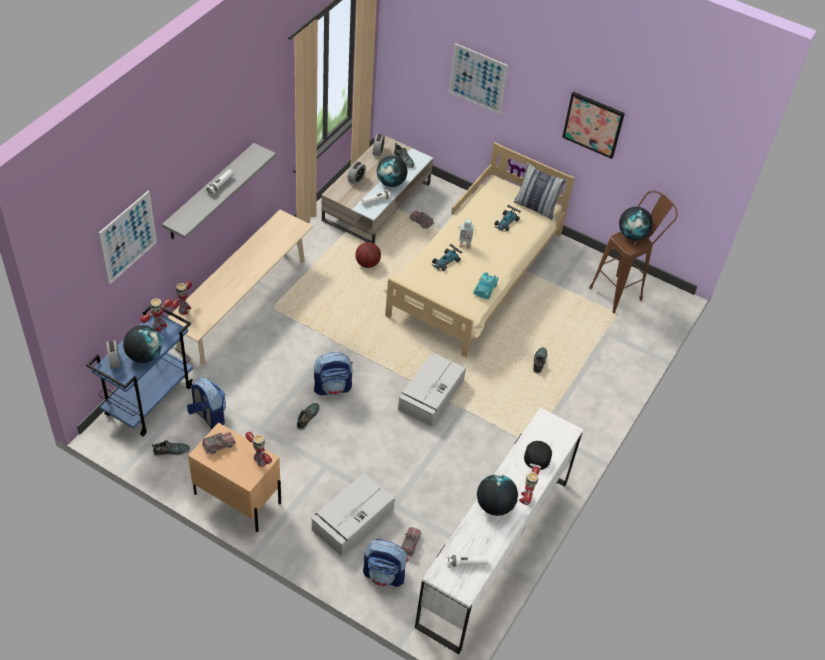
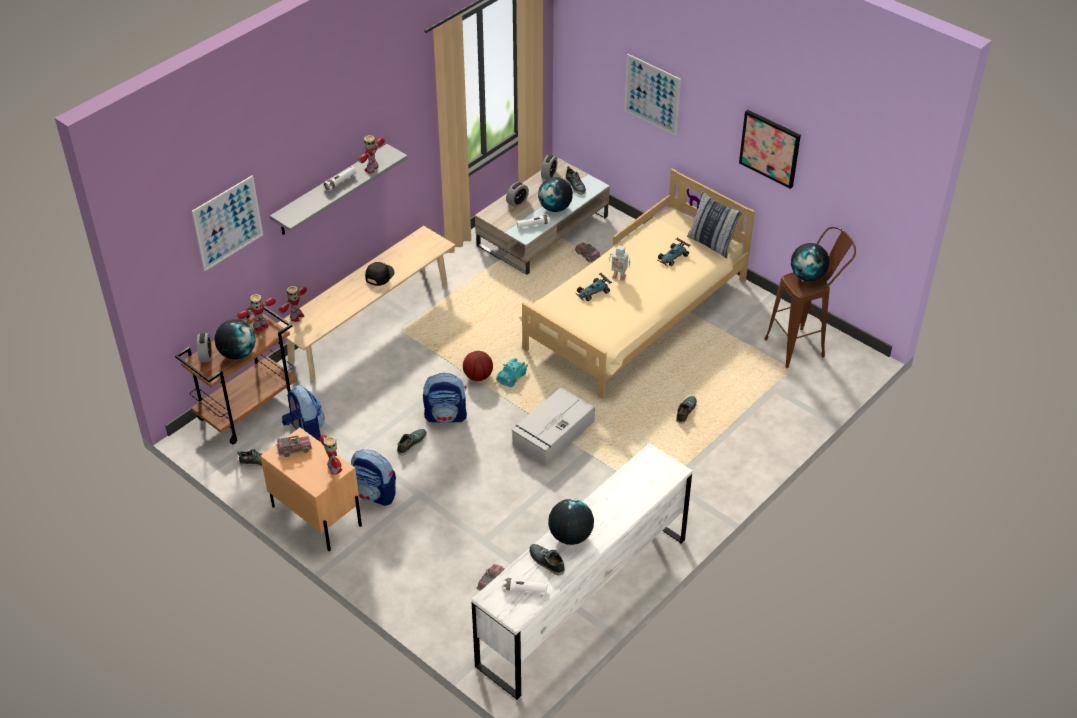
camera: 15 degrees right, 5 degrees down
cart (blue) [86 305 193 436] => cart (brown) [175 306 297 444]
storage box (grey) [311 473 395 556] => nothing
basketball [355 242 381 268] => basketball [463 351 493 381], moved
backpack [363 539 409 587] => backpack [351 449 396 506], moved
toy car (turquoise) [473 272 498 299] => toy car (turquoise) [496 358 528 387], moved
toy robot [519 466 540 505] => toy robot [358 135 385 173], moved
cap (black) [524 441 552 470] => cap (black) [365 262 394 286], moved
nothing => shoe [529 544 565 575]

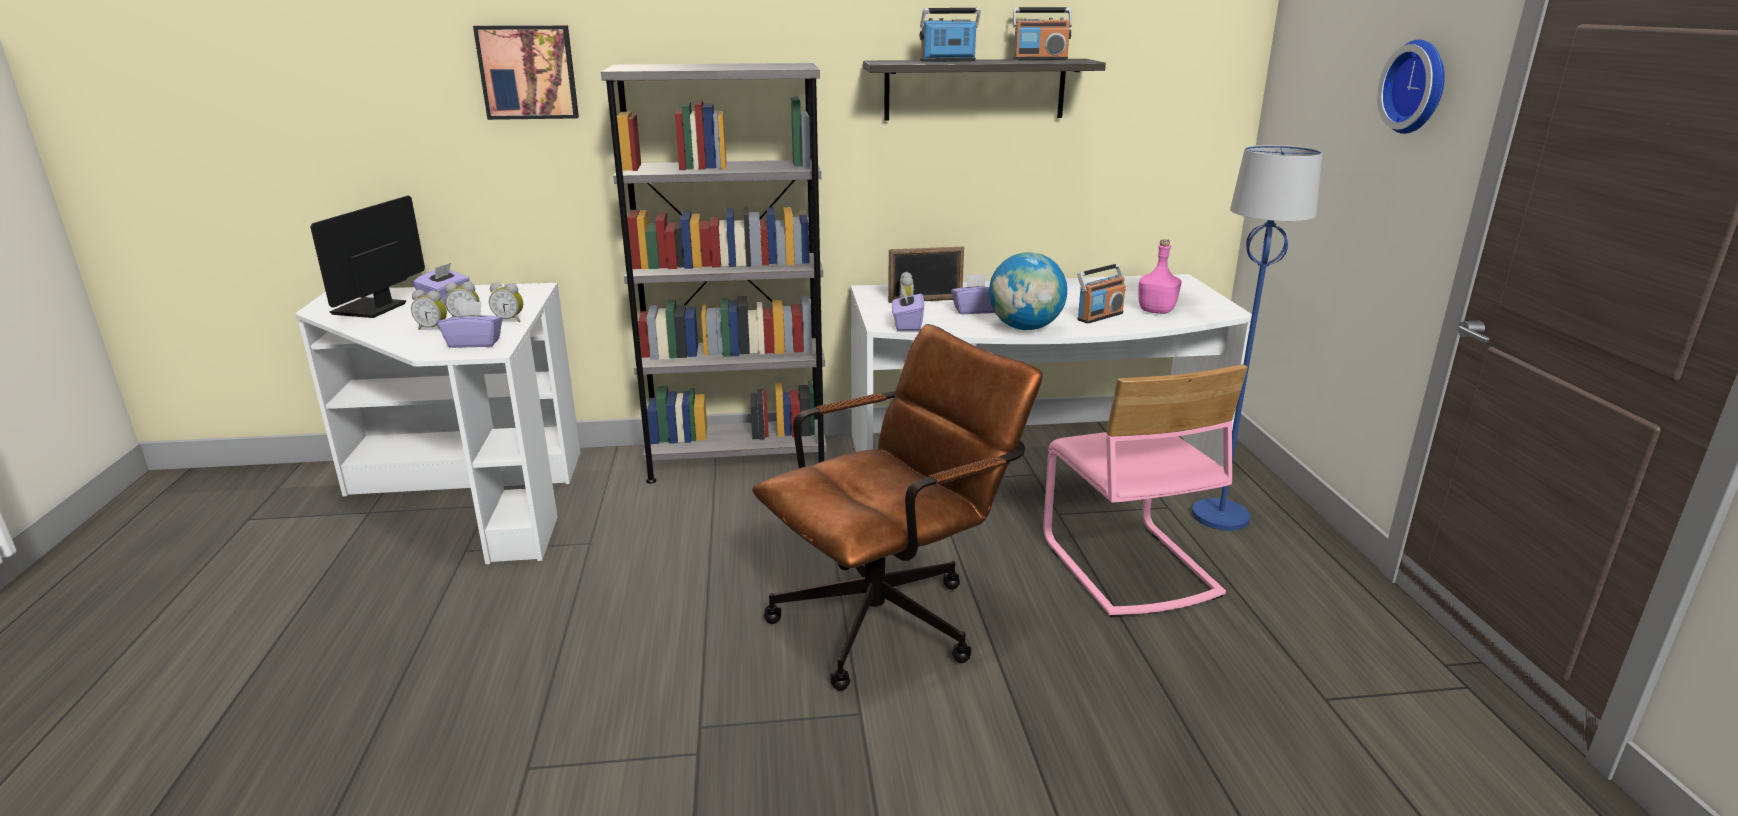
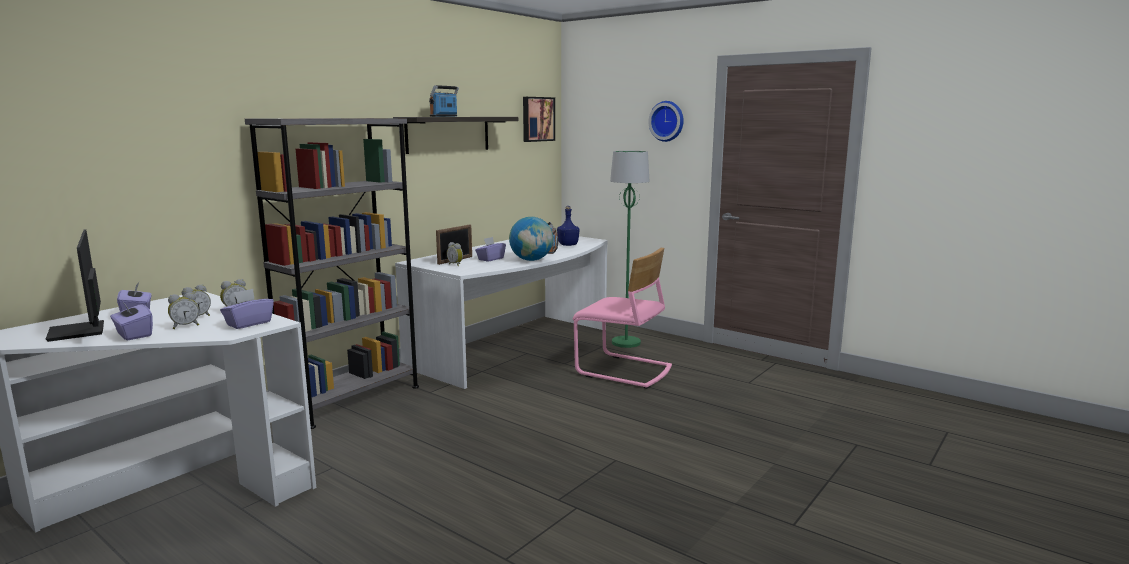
camera: 45 degrees left, 10 degrees down
picture [473 25 579 120] => picture [523 97 555 142], moved
office chair (brown) [752 324 1043 691] => nothing
tissue box (purple) [892 287 924 331] => tissue box (purple) [110 299 153 340], moved
radio [1013 7 1072 60] => nothing
bottle (pink) [1138 239 1181 314] => bottle (blue) [557 206 579 246]
floor lamp (blue) [1192 145 1322 531] => floor lamp (green) [610 151 650 348]

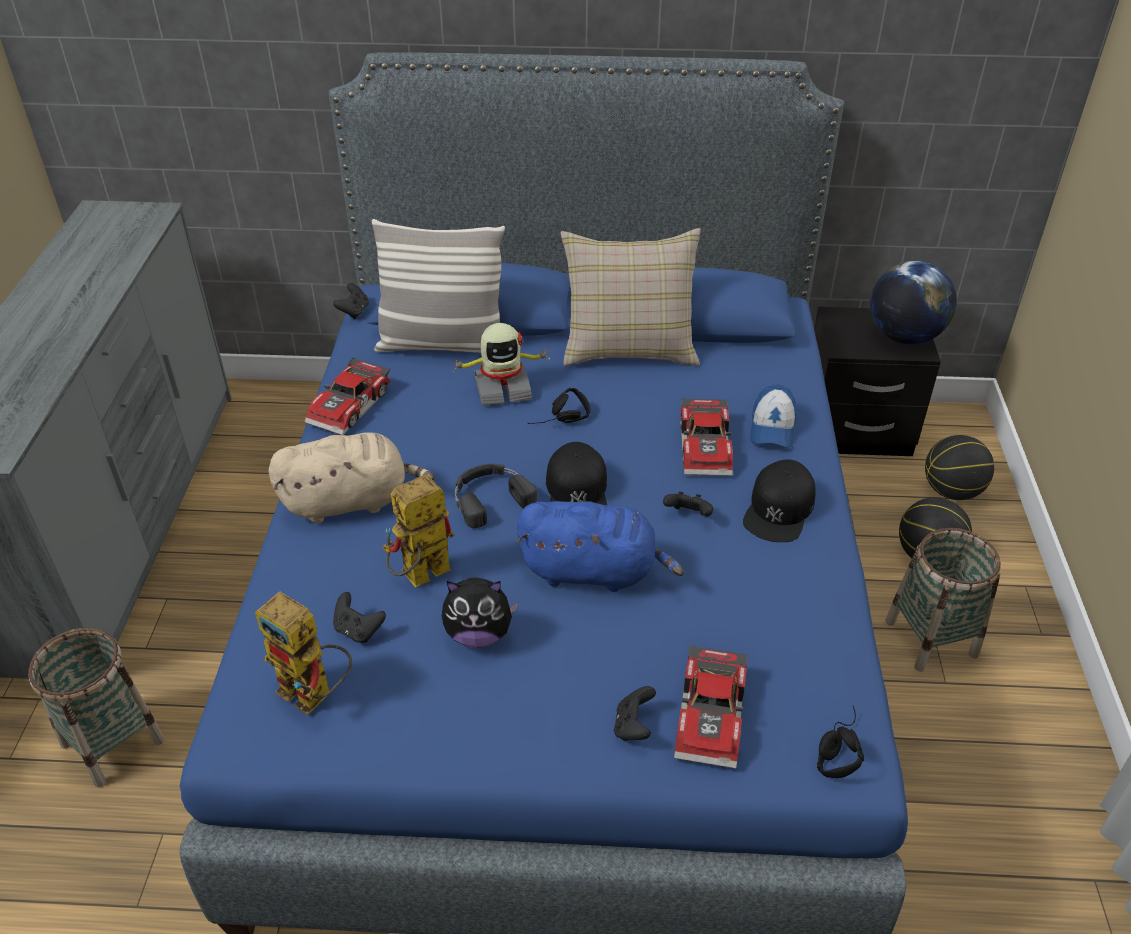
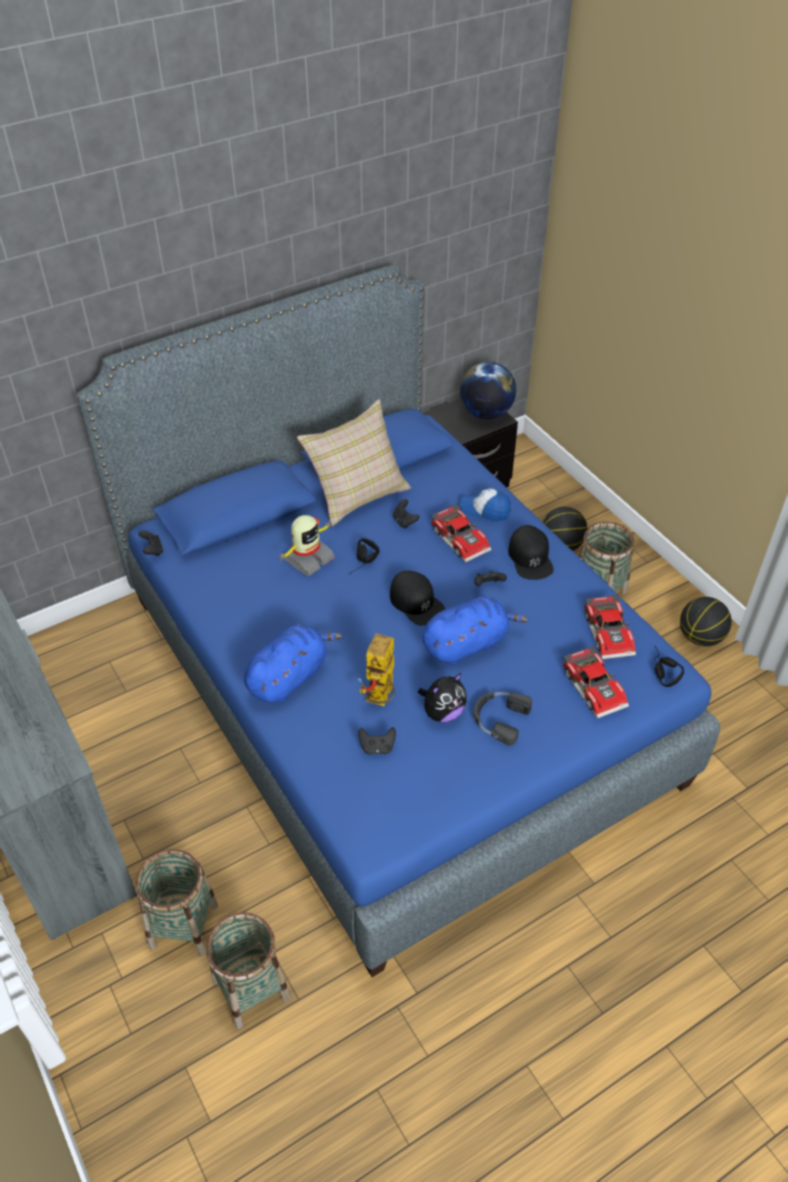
camera: 35 degrees left, 5 degrees up
toy robot [255 591 352 715] => nothing
plush toy (beige) [268 432 435 524] => plush toy (blue) [244 624 342 703]
toy car [304 357 390 435] => toy car [584 594 636 660], moved
pillow [372 219 505 353] => nothing
headphones (black) [455 464 537 528] => headphones (black) [474 692 532 746], moved
game controller (black) [614 686 656 741] => game controller (black) [393 499 419 528], moved
cap [750 385 797 448] => cap [460 489 511 522], 135 degrees clockwise
basketball [925 435 994 500] => basketball [680 597 732 646], moved
nothing => basket [206 912 290 1029]

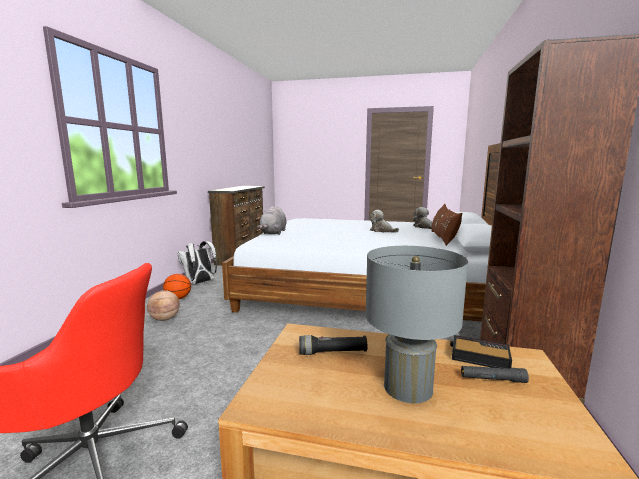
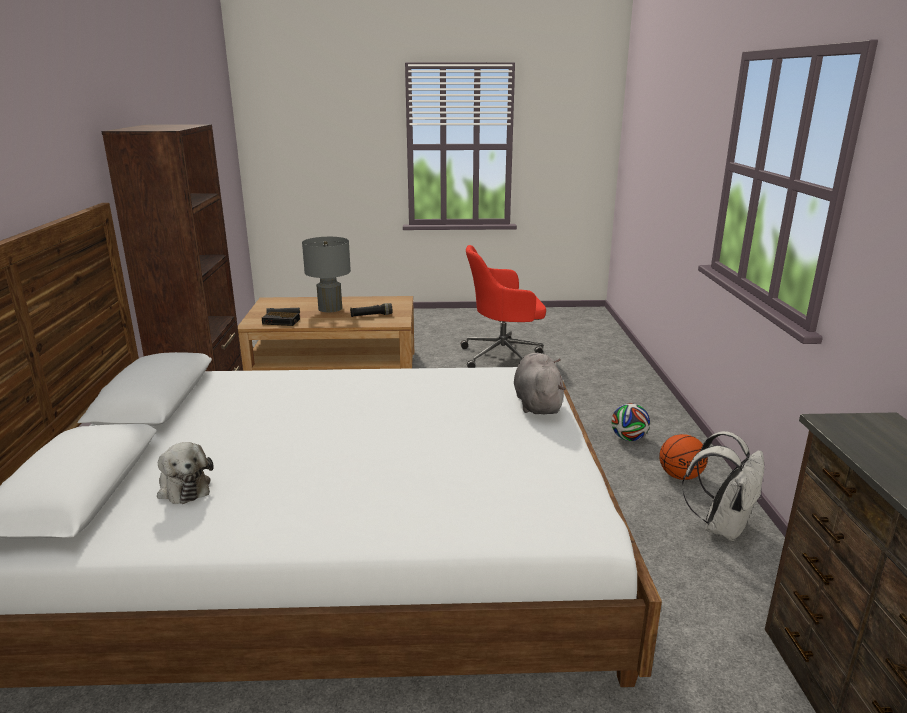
camera: 165 degrees right, 10 degrees up
basketball [147 290 180 321] => football [611 403 650 441]
plush toy [370 210 399 233] => nothing
pillow (brown) [431 204 462 246] => nothing

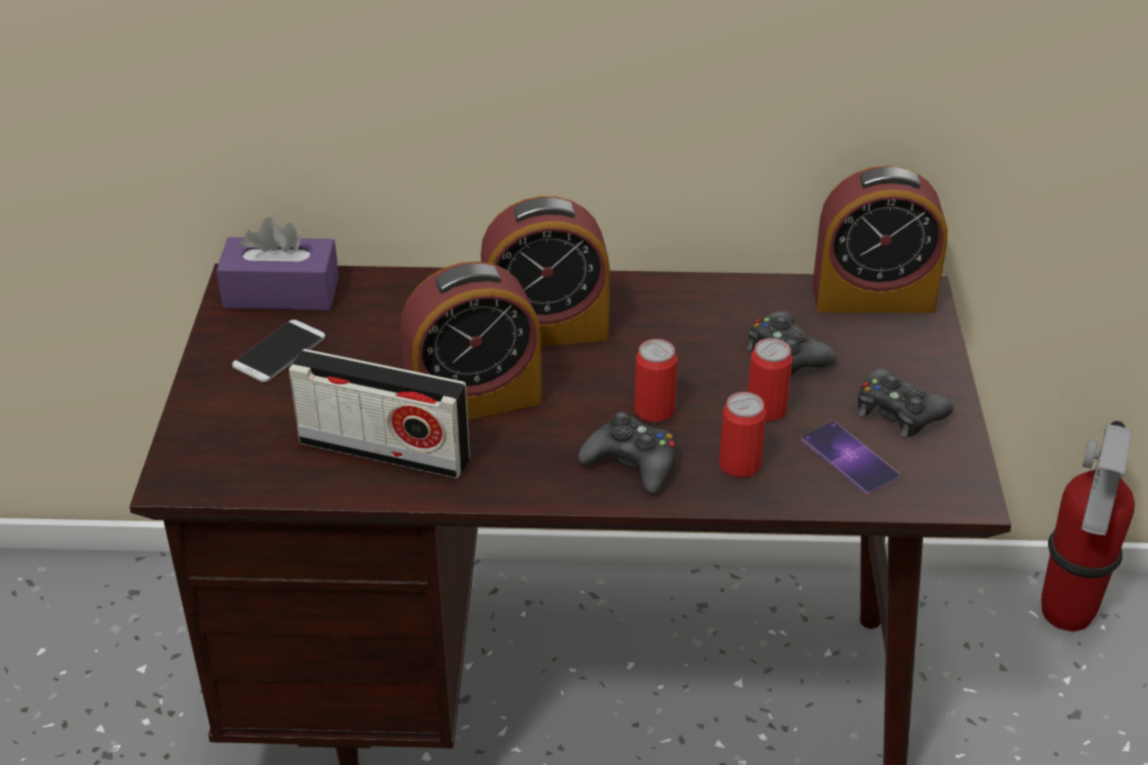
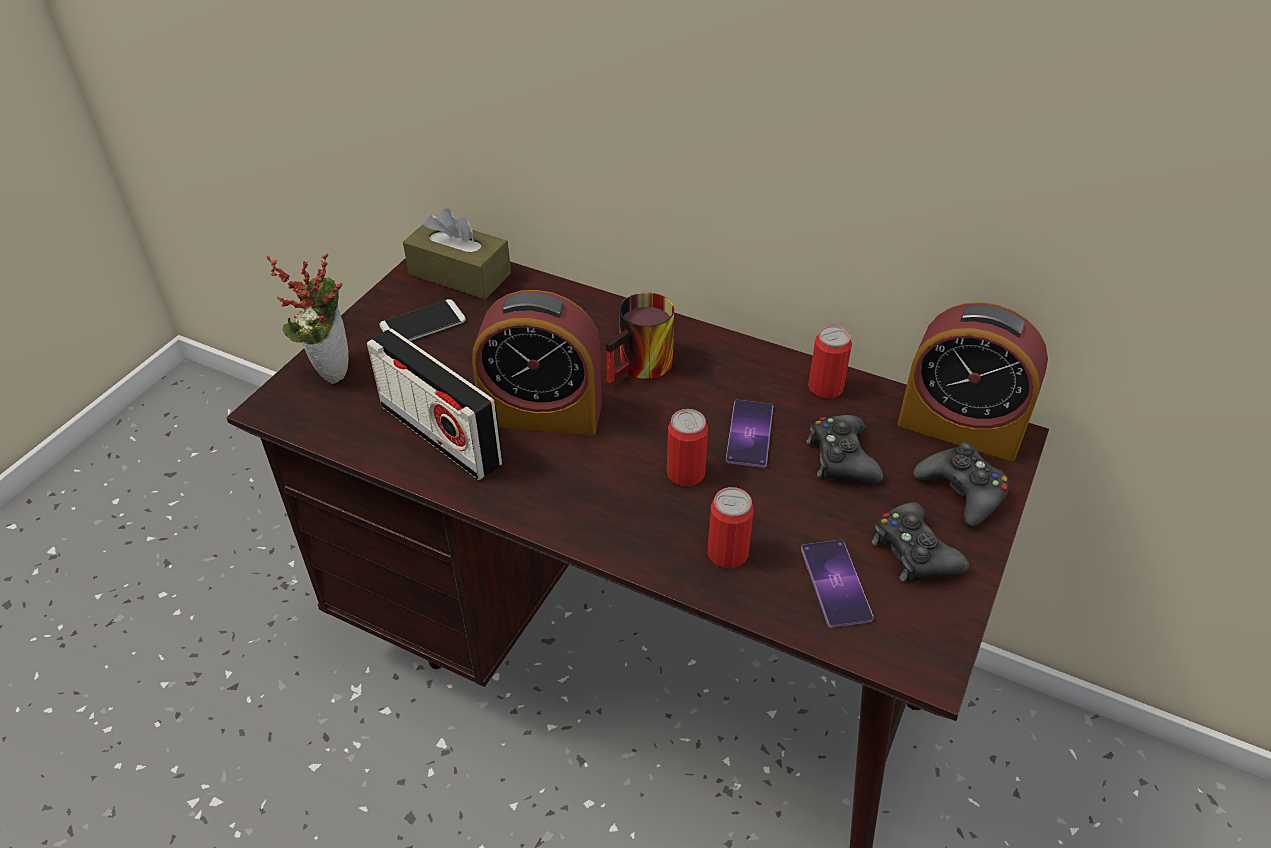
camera: 25 degrees right, 5 degrees up
tissue box (purple) [216 217 339 310] => tissue box (brown) [403 208 511 299]
alarm clock [481 196 610 347] => mug [606 292 674 384]
game controller (black) [578 411 677 494] => game controller (black) [914 442 1010 526], moved
can [748 338 793 421] => can [808 325 852 398], moved
fire extinguisher [1041 421 1135 631] => nothing
nothing => potted plant [267 253 349 384]
nothing => phone [726 400 773 468]

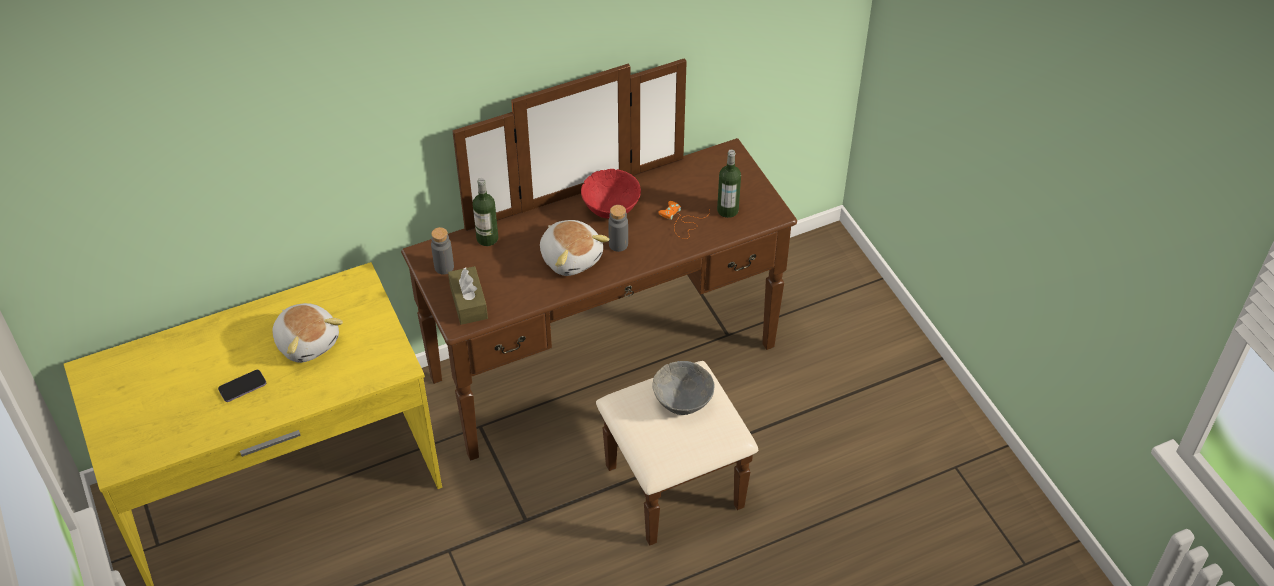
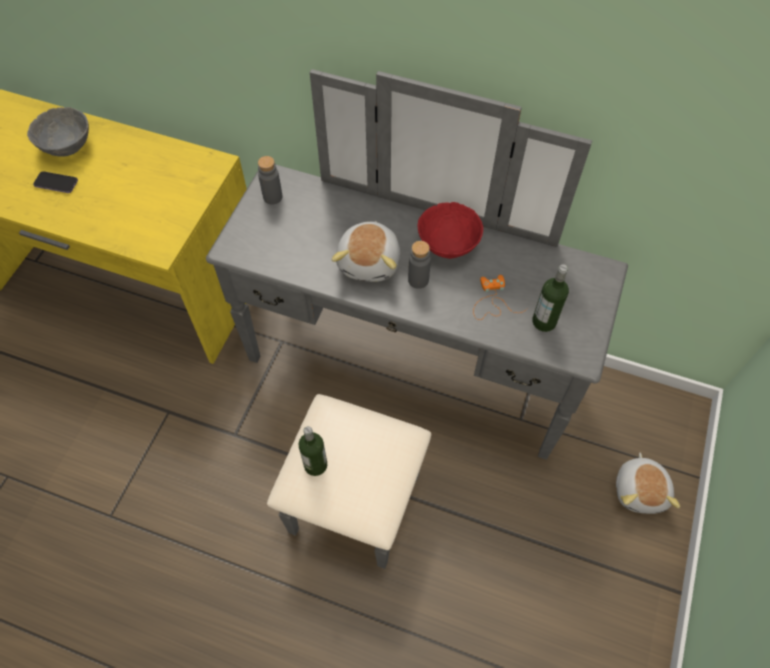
camera: 45 degrees right, 10 degrees up
plush toy [272 303 343 363] => plush toy [616 453 680 514], moved
dresser (brown) [401 58 797 546] => dresser (grey) [206 69 628 569]
tissue box (brown) [448 266 488 325] => nothing
bottle [473 178 498 246] => bottle [299 426 327 476], moved
bowl (grey) [652 361 715 415] => bowl (grey) [27 107 89 157], moved

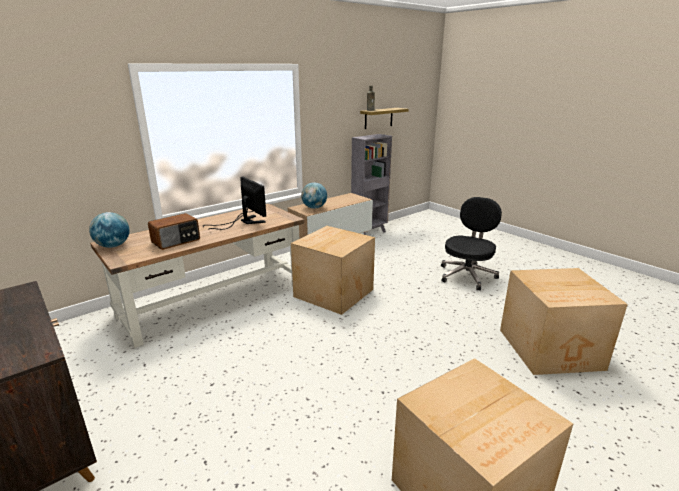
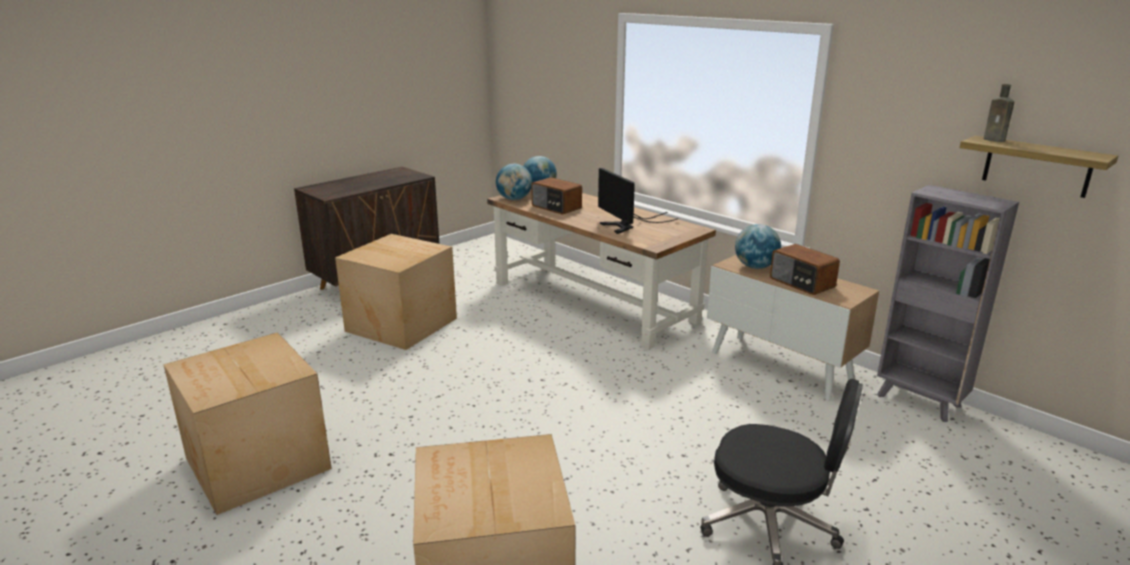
camera: 85 degrees right, 0 degrees up
monitor [203 177 266 230] => monitor [598 168 678 234], 105 degrees clockwise
cardboard box [291 226 375 315] => cardboard box [335 234 457 350], moved
nothing => globe [496 164 532 200]
nothing => radio [770 244 840 295]

